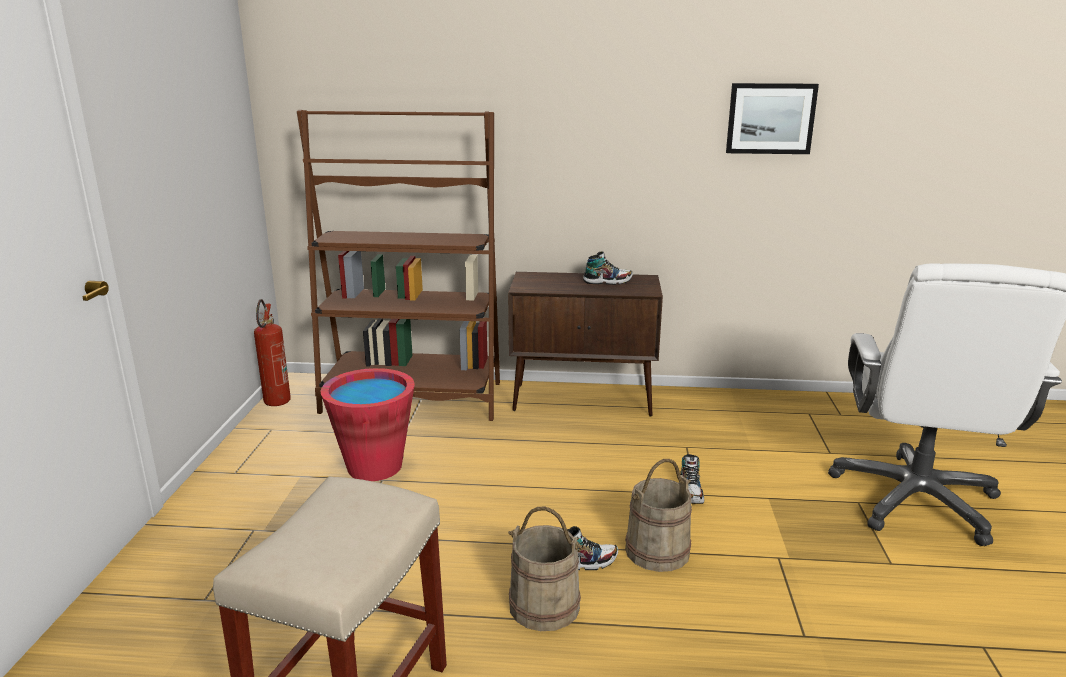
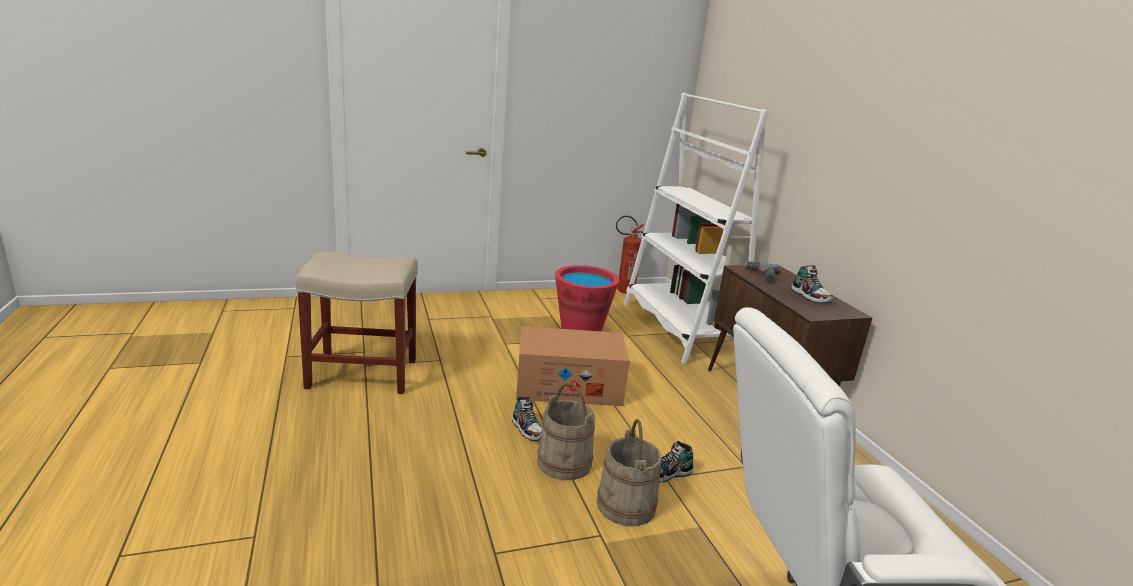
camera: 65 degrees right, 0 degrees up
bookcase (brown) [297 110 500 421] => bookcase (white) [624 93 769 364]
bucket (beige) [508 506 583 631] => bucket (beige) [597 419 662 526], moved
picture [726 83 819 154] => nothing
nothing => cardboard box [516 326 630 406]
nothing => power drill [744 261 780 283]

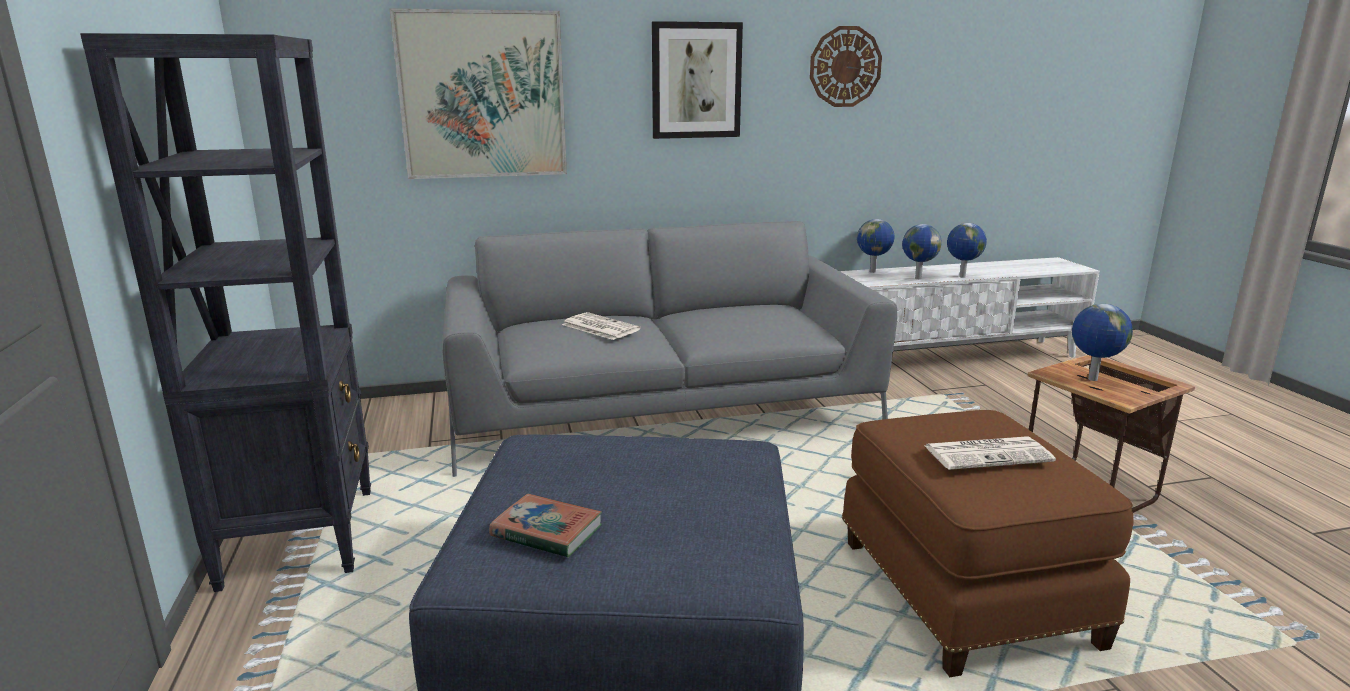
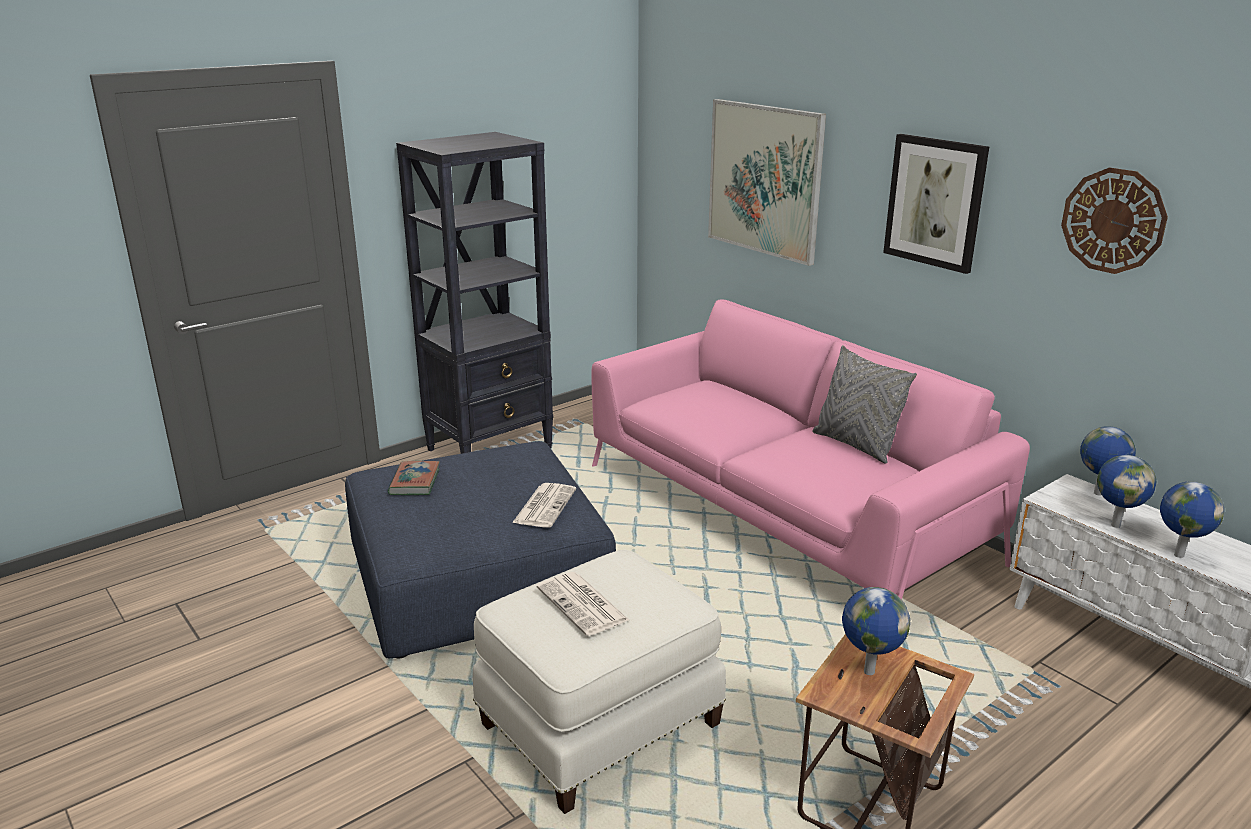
camera: 65 degrees right, 5 degrees up
sofa (grey) [442 221 897 477] => sofa (pink) [591 299 1030 600]
newspaper [562 312 641 340] => newspaper [512 483 576 527], moved
ottoman (brown) [842 410 1134 677] => ottoman (white) [473 550 726 814]
nothing => pillow (grey) [812 345 917 464]

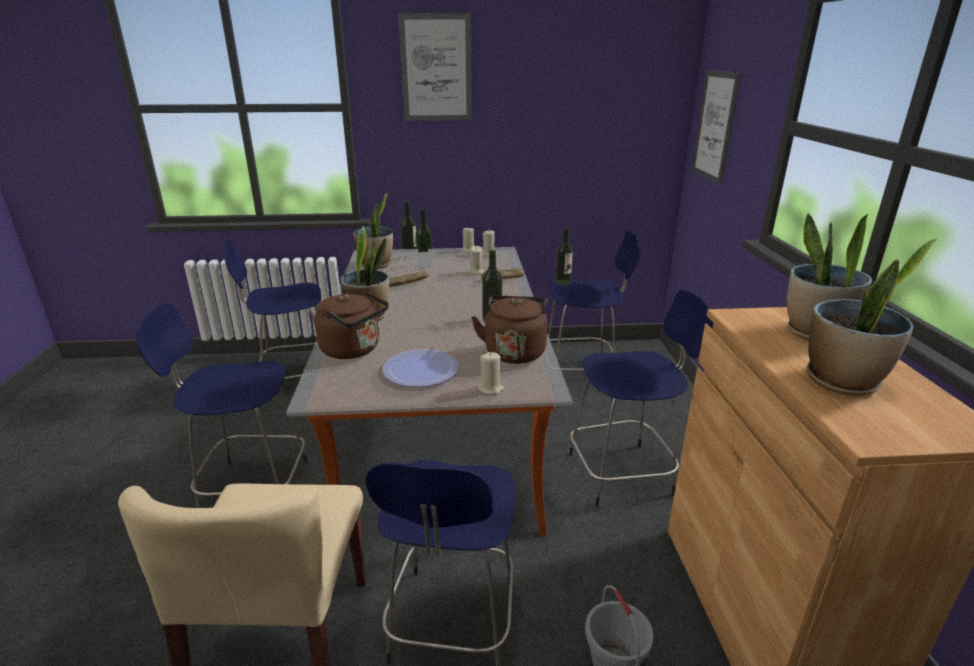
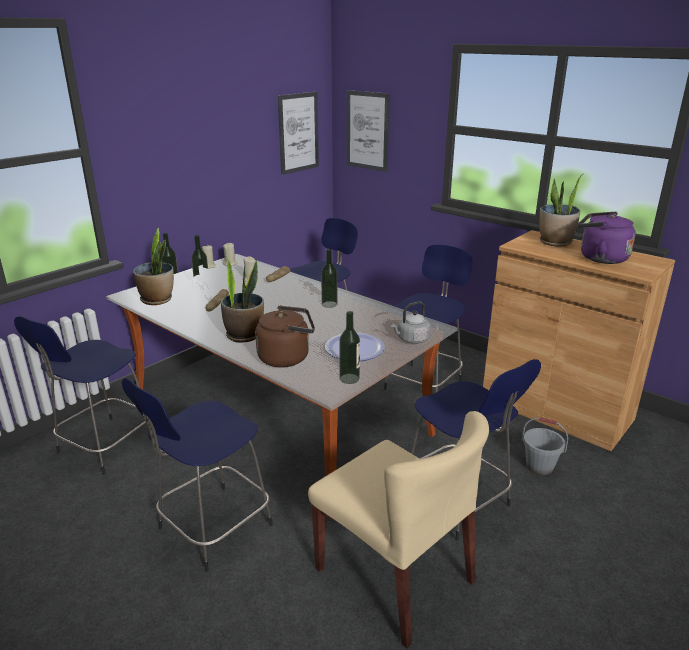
camera: 45 degrees left, 0 degrees up
picture [398 13 472 121] => picture [278 92 319 175], moved
kettle (brown) [471 295 548 364] => nothing
candle (beige) [478 352 504 394] => kettle (grey) [391 302 431 344]
bottle [555 228 573 285] => bottle [339 311 360 384], moved
potted plant [807 239 937 396] => kettle (purple) [579 212 636 264]

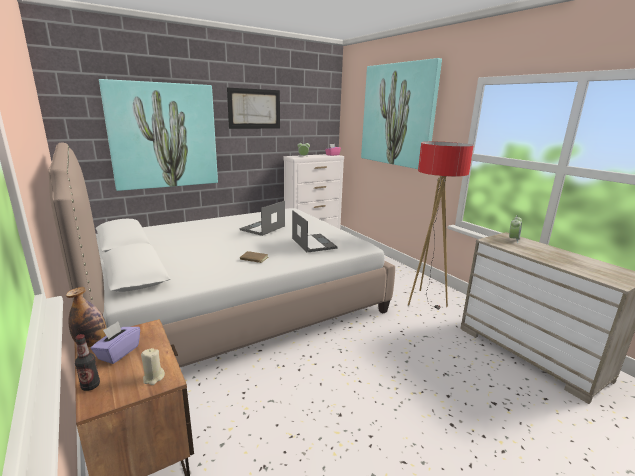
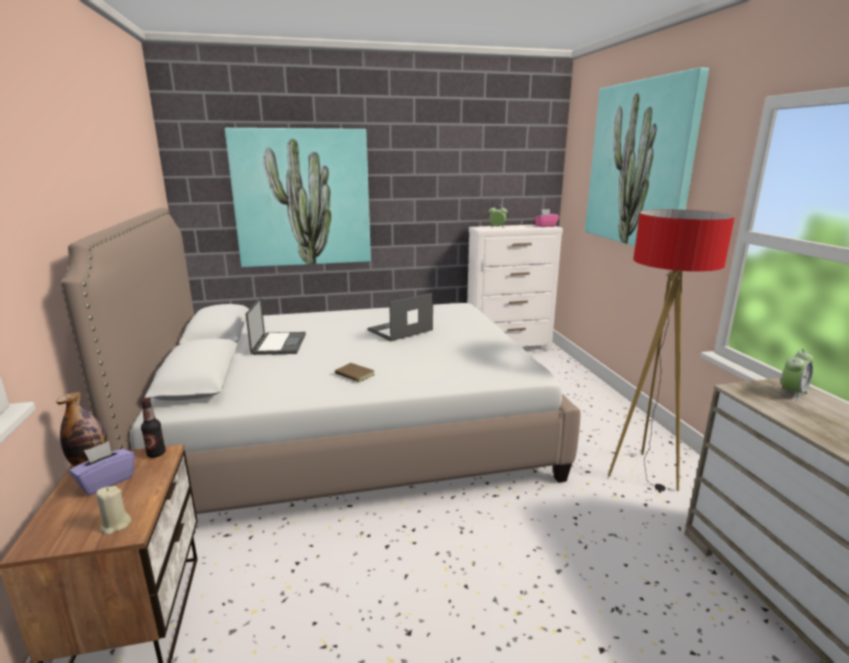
camera: 20 degrees right, 0 degrees up
bottle [75 334 100 391] => bottle [141 398 166 458], moved
picture [227 88 280 129] => nothing
laptop [292 210 337 253] => laptop [246 297 306 355], moved

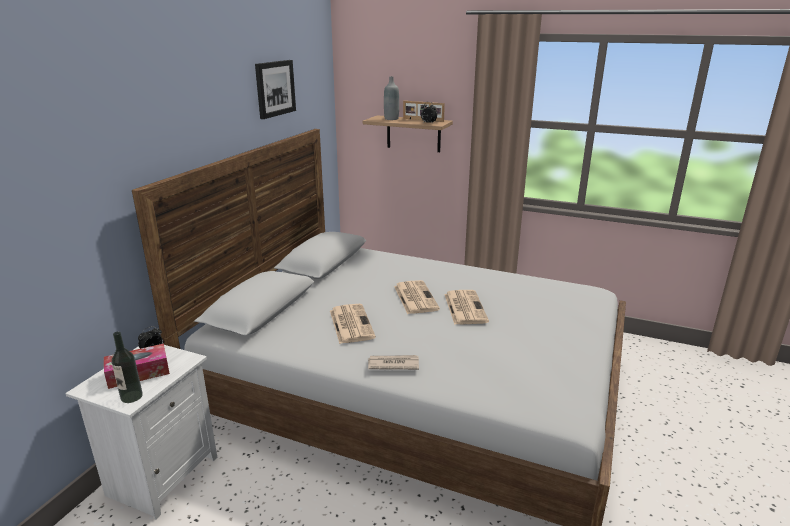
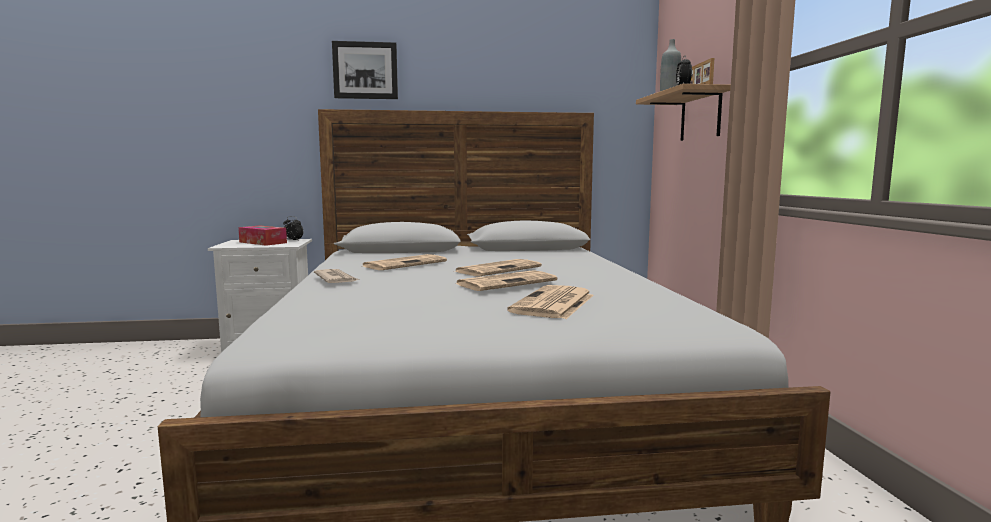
camera: 60 degrees right, 15 degrees down
bottle [112 331 143 403] => nothing
picture [255 60 296 119] => picture [332 41 398 99], moved
nothing => newspaper [507 285 594 319]

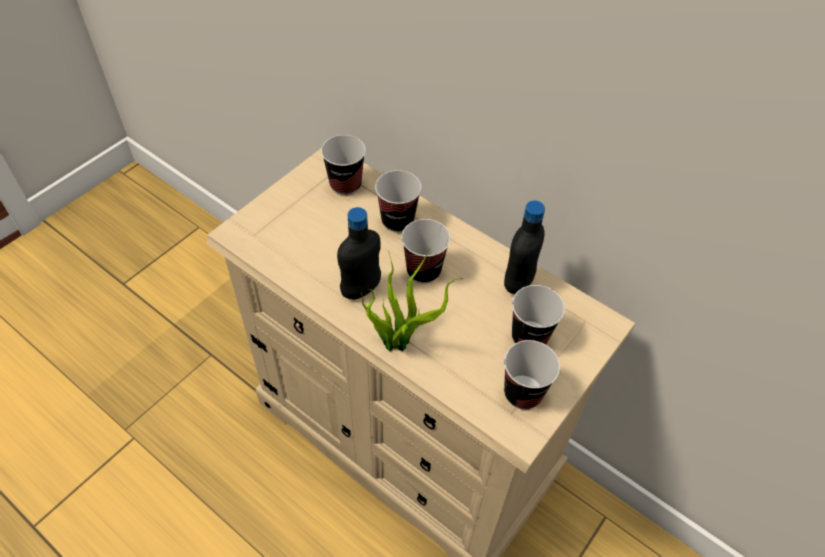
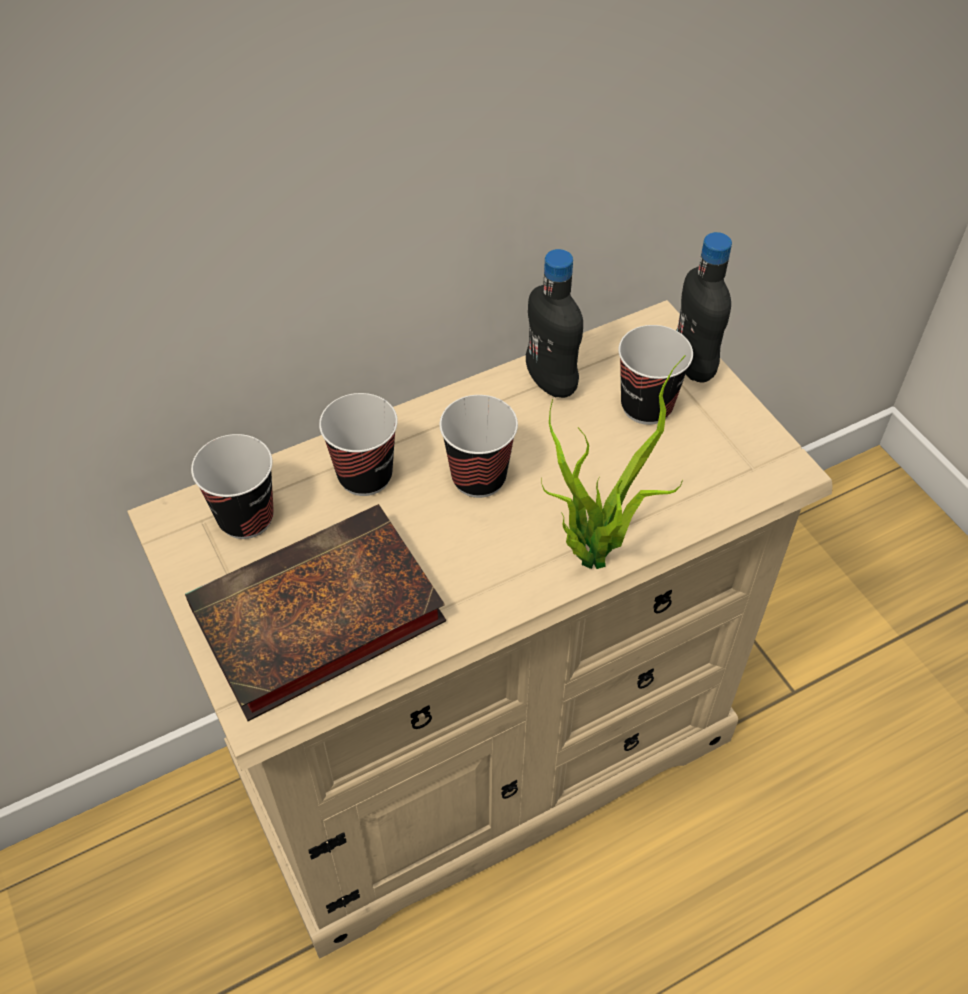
camera: 65 degrees left, 0 degrees up
bottle (black) [337 207 381 300] => bottle (black) [676 232 732 383], moved
cup [504 340 560 410] => nothing
nothing => book [185 504 446 721]

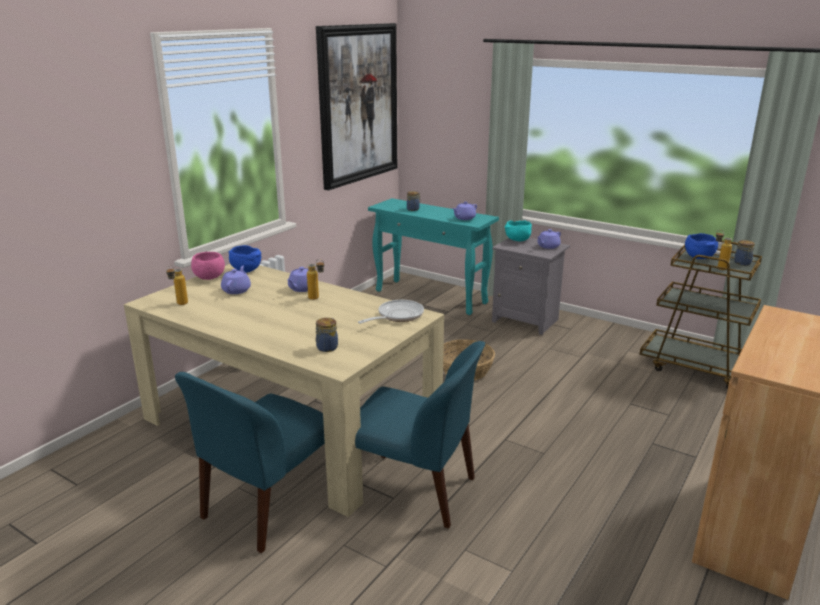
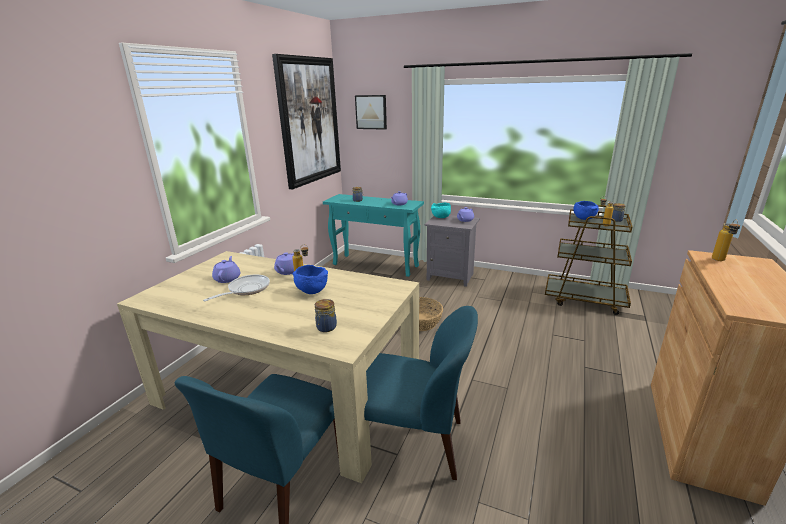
camera: 10 degrees left, 0 degrees up
bottle [166 265 188 305] => bottle [712 220 740 261], moved
bowl (pink) [191 252 225 280] => nothing
bowl (blue) [229 245 261 273] => bowl (blue) [292 265 328 294], moved
frying pan [358 300 424 324] => frying pan [203 274 270 301], moved
nothing => picture [355 95 387 130]

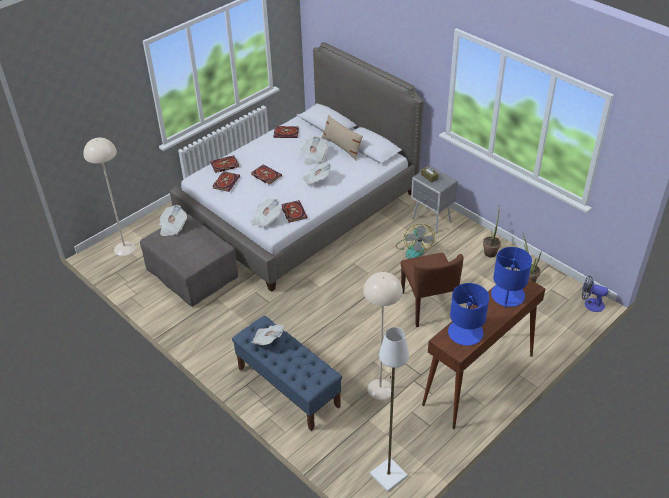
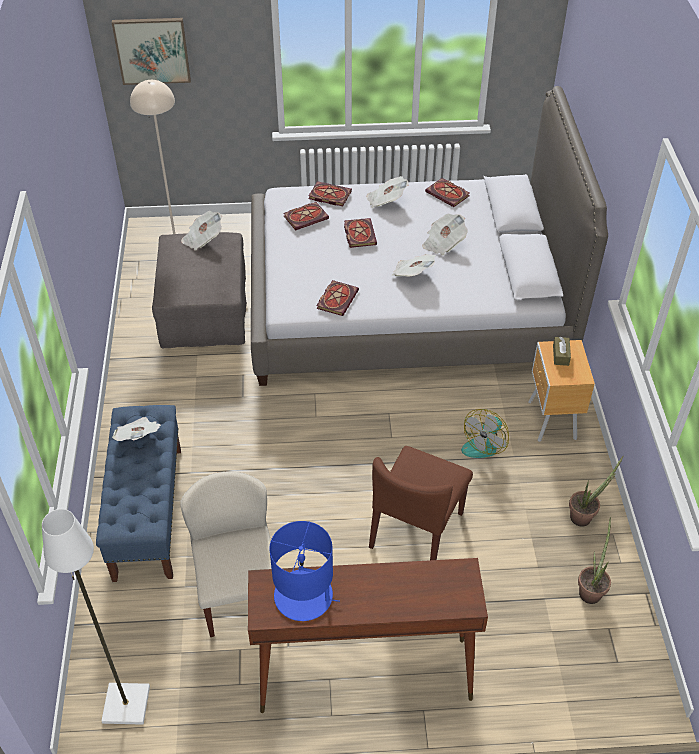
camera: 40 degrees right, 5 degrees up
newspaper [251 199 281 228] => newspaper [366 176 409 208], moved
pillow (beige) [322 115 363 161] => nothing
floor lamp (beige) [363 272 403 400] => chair (beige) [180 471 271 637]
nightstand (grey) [411 166 458 233] => nightstand (brown) [528 340 595 442]
table lamp (blue) [491 247 532 307] => nothing
fan [582 275 608 312] => nothing
nothing => picture [112 18 191 85]

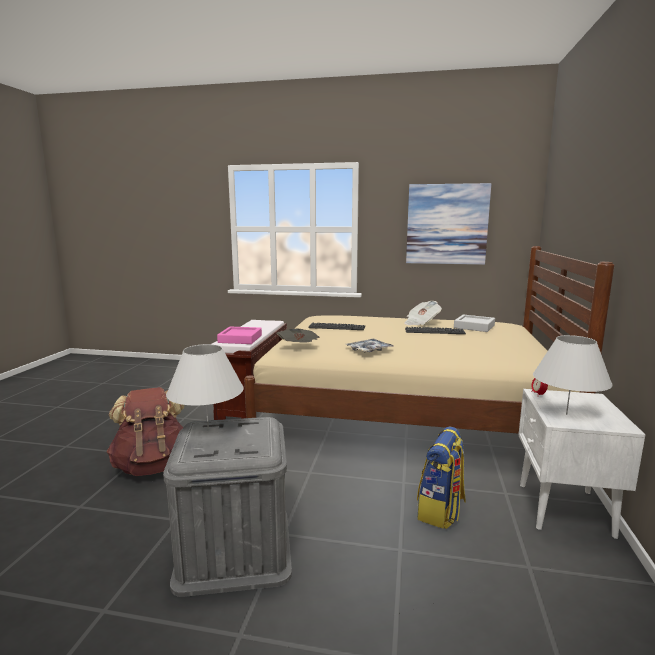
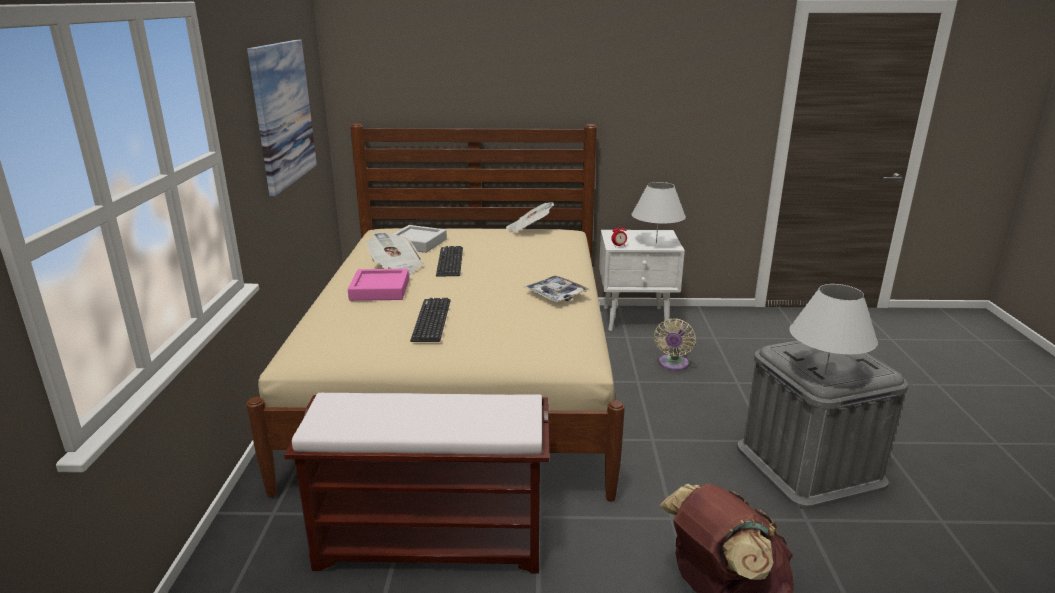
camera: 100 degrees left, 10 degrees up
tray (pink) [217 327 262 344] => tray (pink) [348 269 409 301], moved
newspaper [276 329 319 343] => newspaper [506 202 554 233], moved
backpack [417 426 466 529] => fan (beige) [654 318 696 371]

